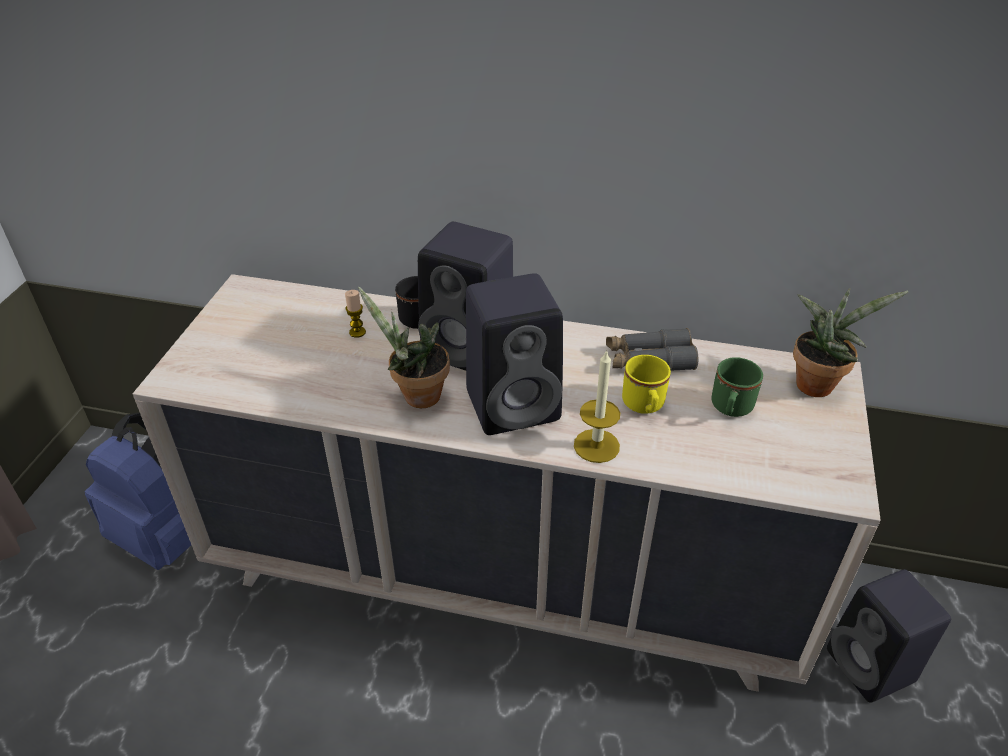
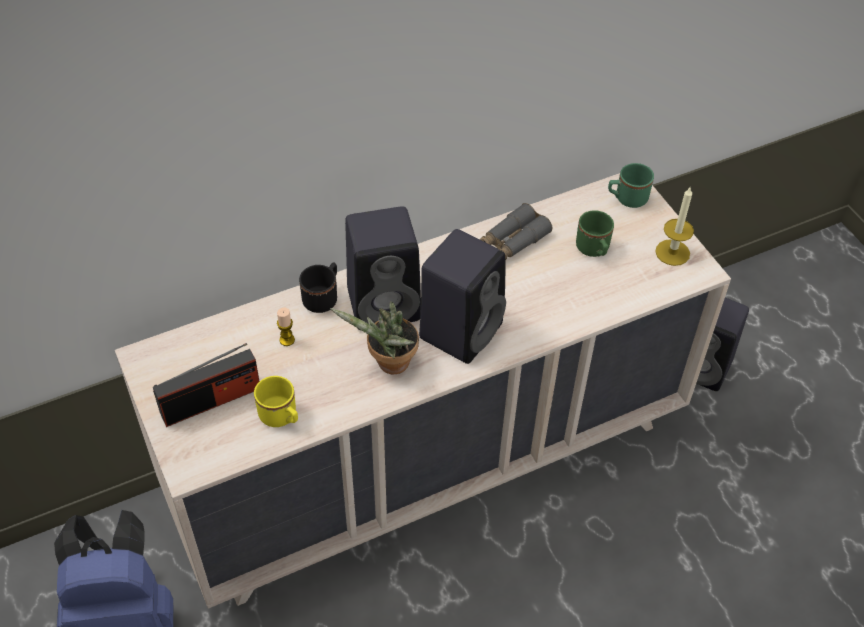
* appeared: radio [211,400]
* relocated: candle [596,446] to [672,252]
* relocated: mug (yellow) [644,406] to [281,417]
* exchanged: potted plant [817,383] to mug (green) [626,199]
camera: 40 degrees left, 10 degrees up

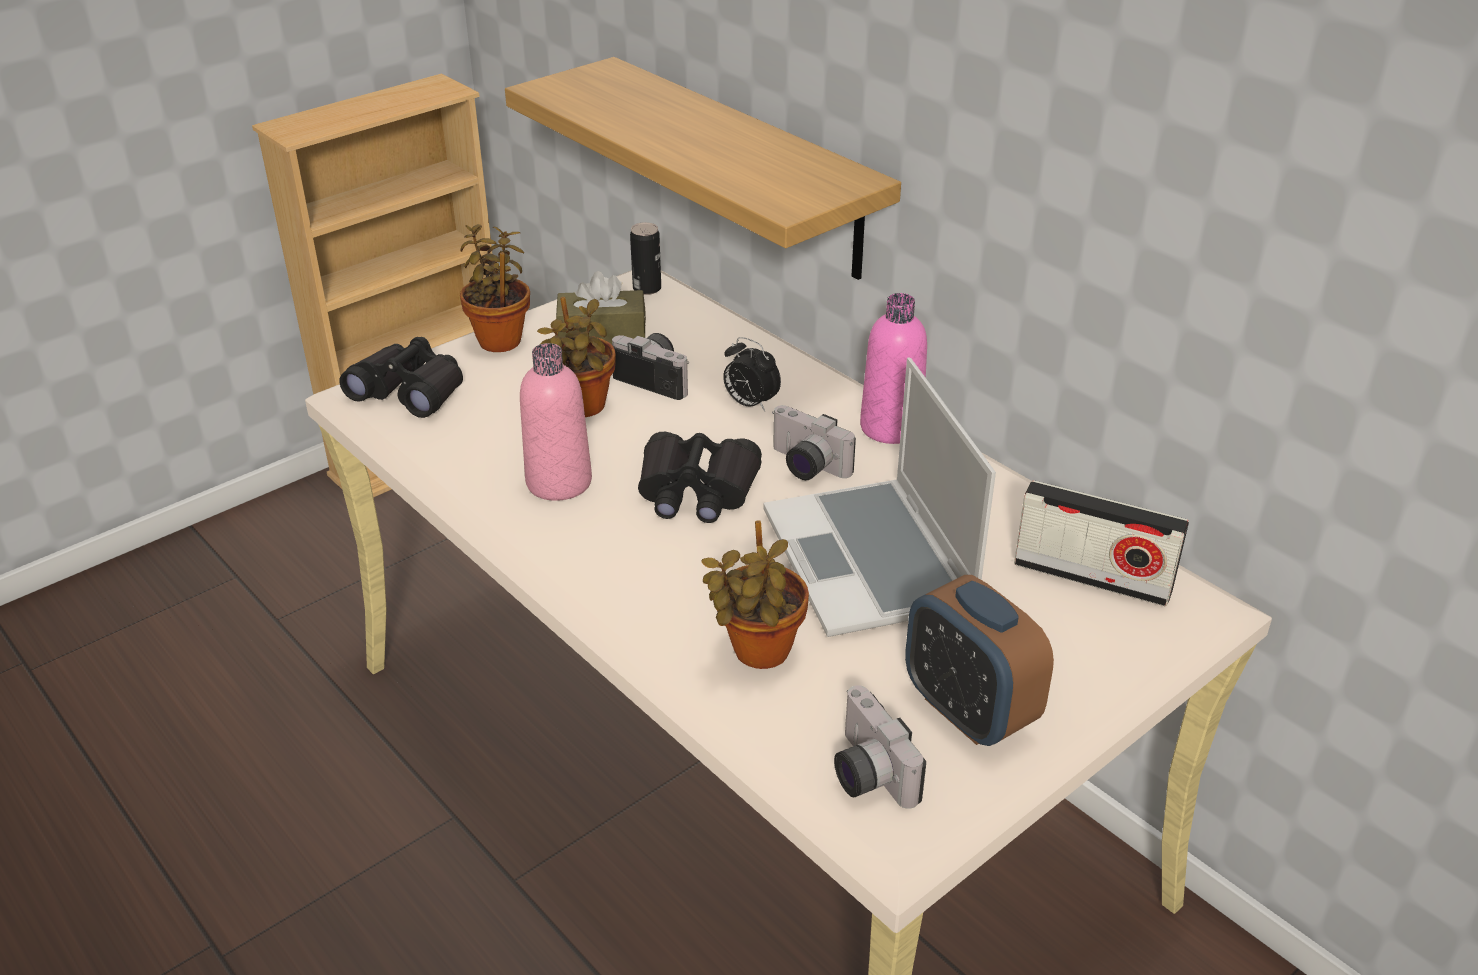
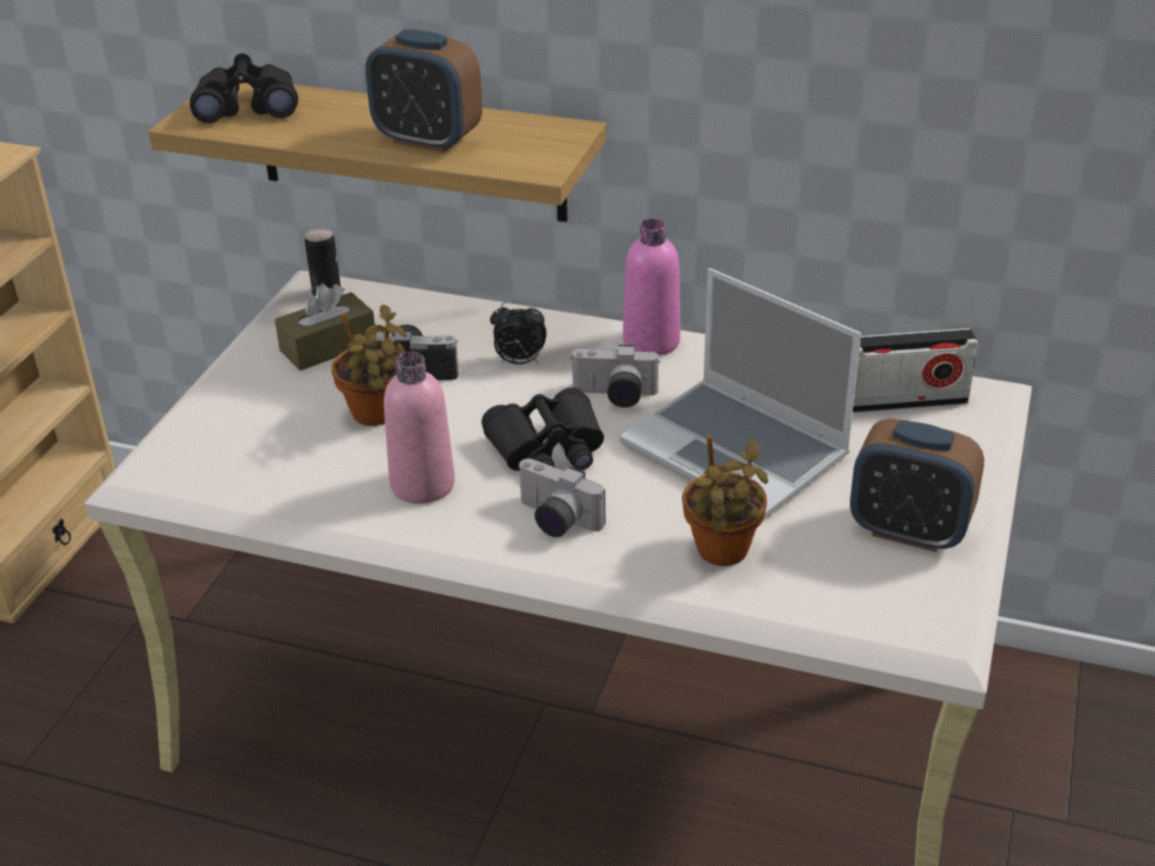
* missing: potted plant [500,339]
* appeared: alarm clock [427,140]
* relocated: binoculars (black) [410,391] to [247,107]
* relocated: photo camera [865,772] to [554,520]
camera: 30 degrees left, 0 degrees up

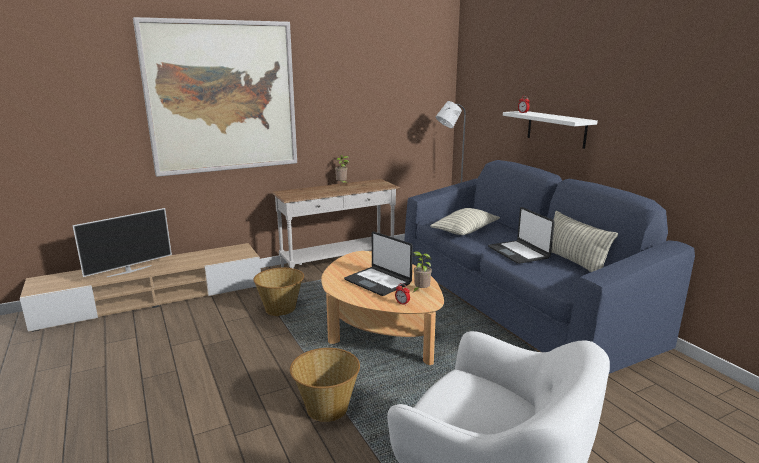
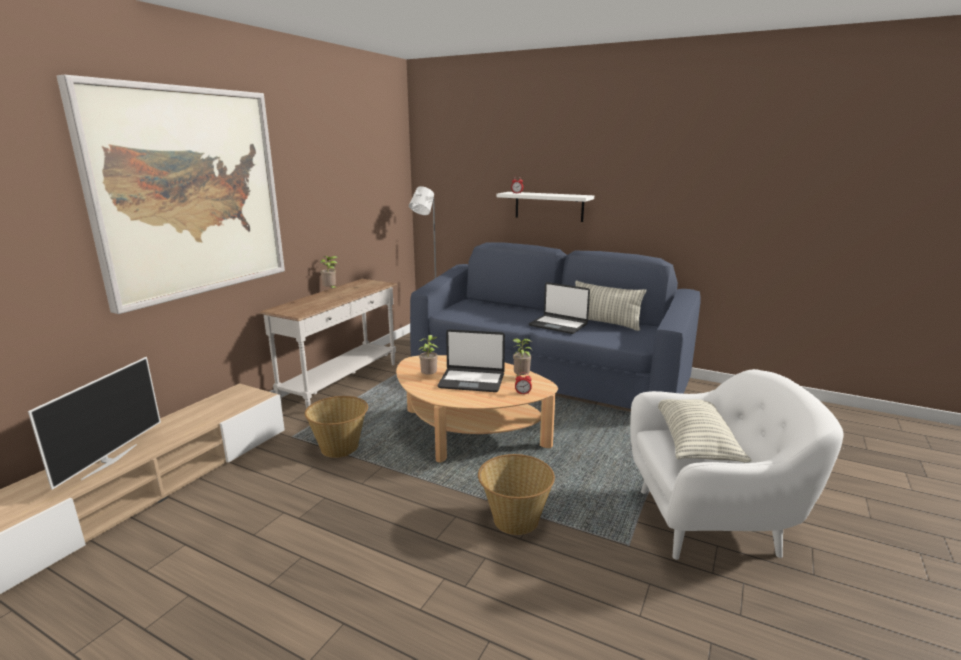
* appeared: potted plant [429,377]
* relocated: pillow [465,231] to [694,443]
camera: 35 degrees left, 0 degrees up

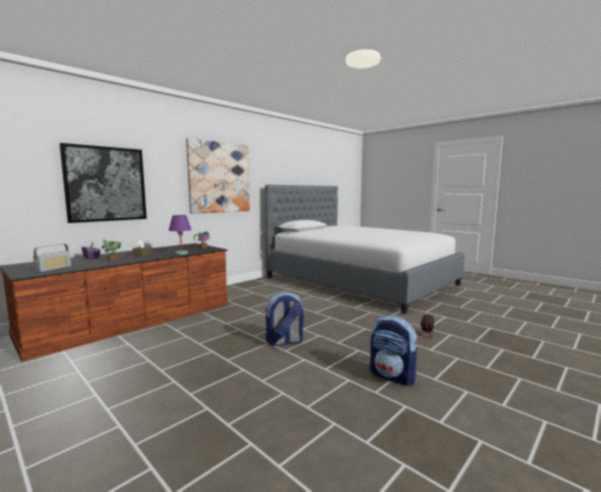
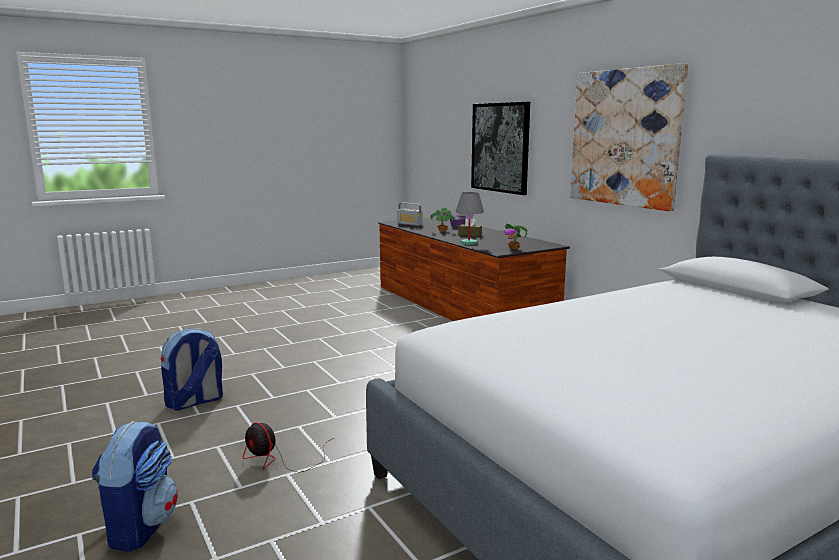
* relocated: backpack [284,342] to [140,527]
* colour: table lamp (purple) [181,253] to table lamp (grey) [469,243]
camera: 105 degrees right, 5 degrees up

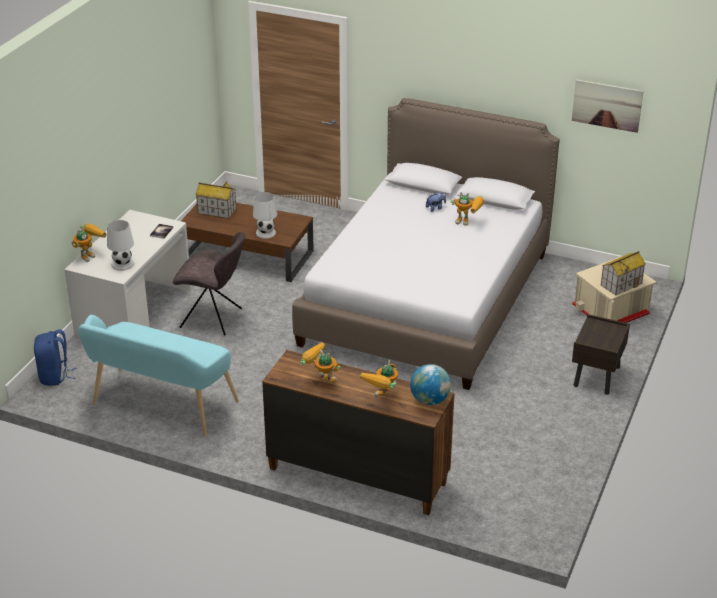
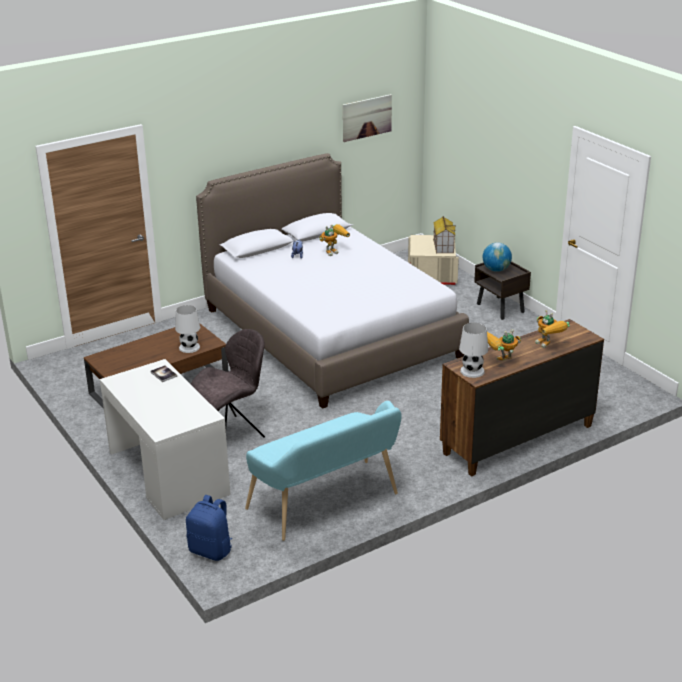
* missing: toy robot [89,254]
* missing: toy house [216,211]
* relocated: table lamp (white) [123,264] to [472,371]
* relocated: globe [430,400] to [496,270]
camera: 55 degrees left, 5 degrees down

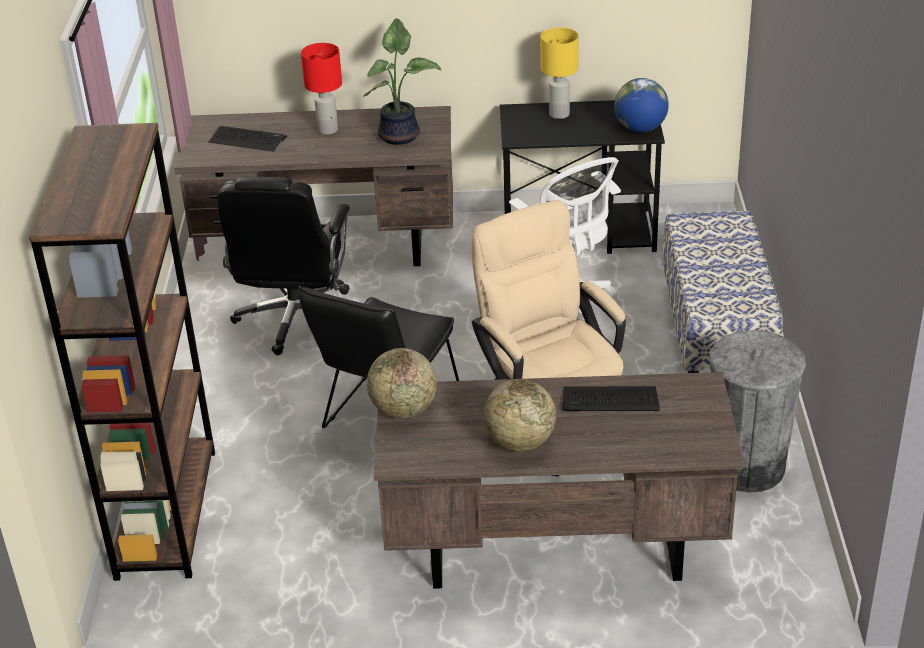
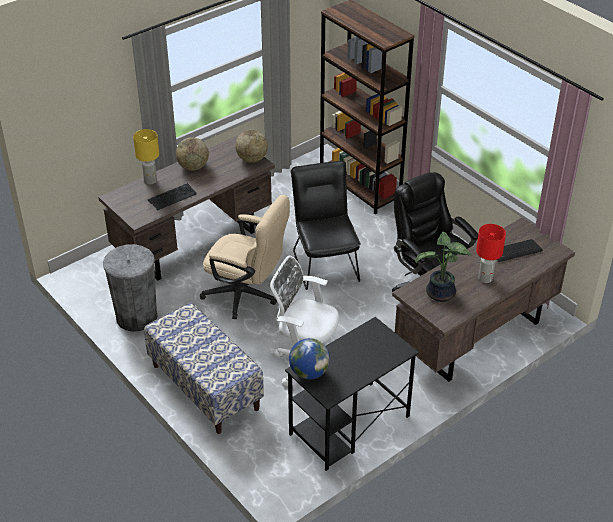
* relocated: table lamp (yellow) [558,114] to [151,180]
camera: 140 degrees right, 5 degrees up

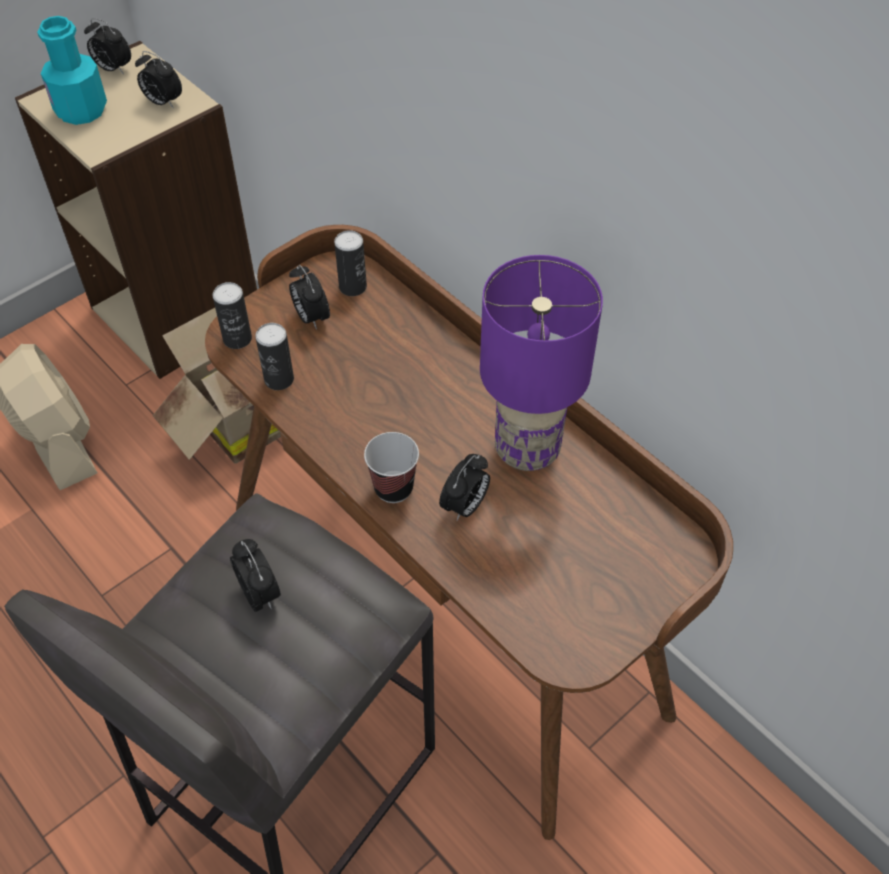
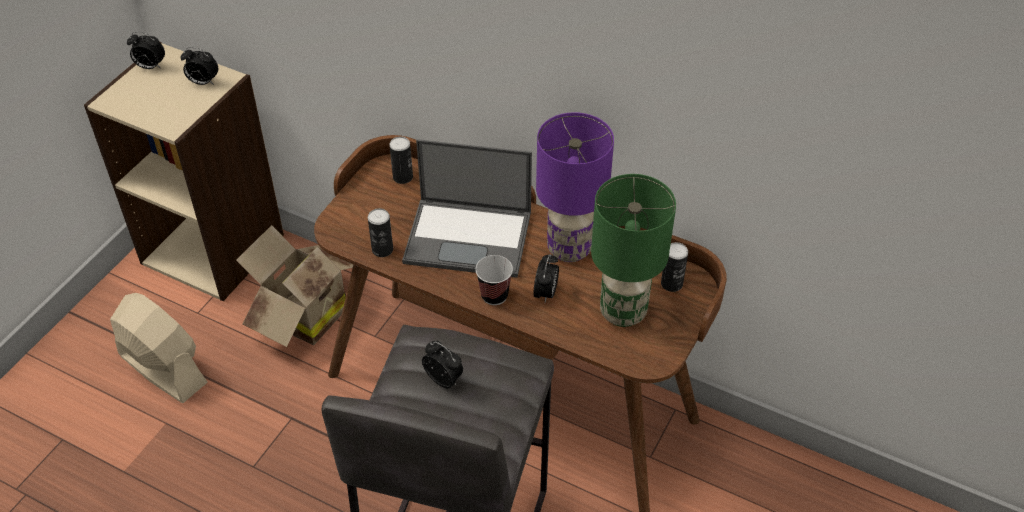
* missing: bottle (turquoise) [81,110]
* missing: alarm clock [311,317]
* appeared: laptop [470,237]
* appeared: table lamp (green) [623,313]
* relocated: can [237,339] to [671,284]
camera: 20 degrees left, 5 degrees down

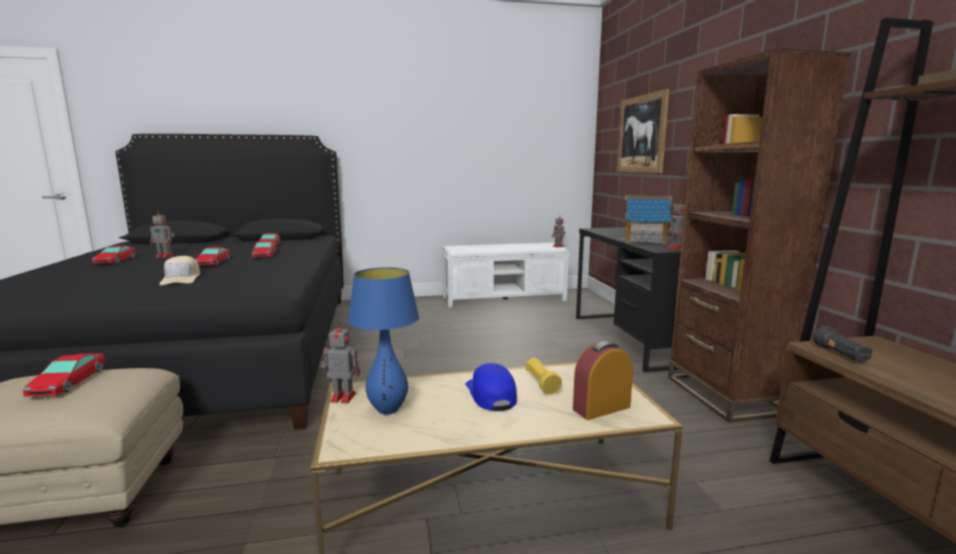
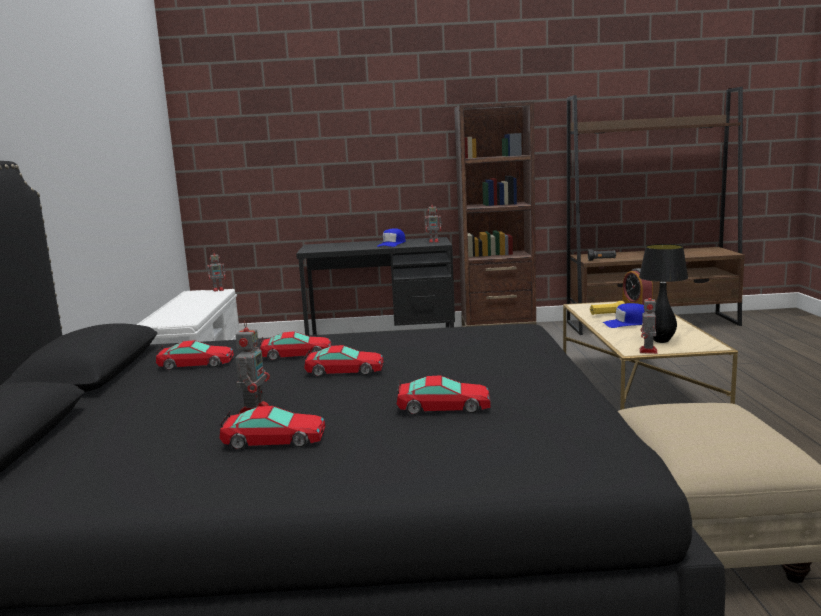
* missing: cap (beige) [181,279]
* missing: picture [641,134]
* relocated: toy car [68,382] to [443,407]
* exchanged: toy house [645,240] to cap (blue) [392,244]
* colour: table lamp (blue) [387,410] to table lamp (black) [661,341]
camera: 80 degrees left, 0 degrees up

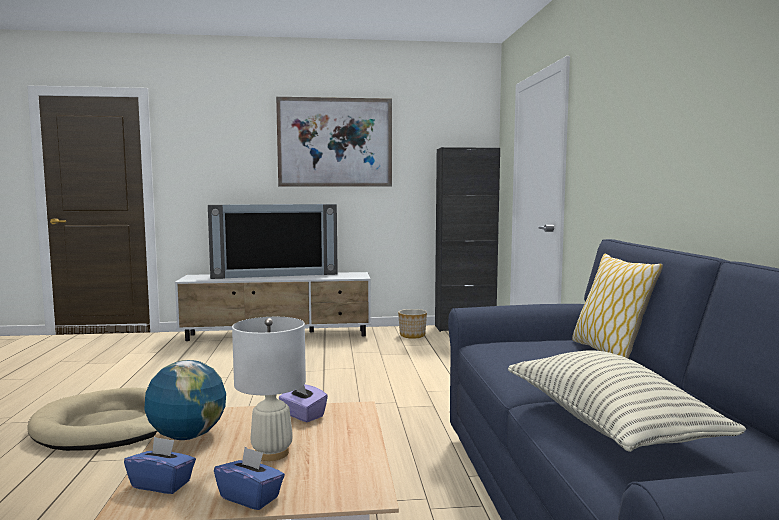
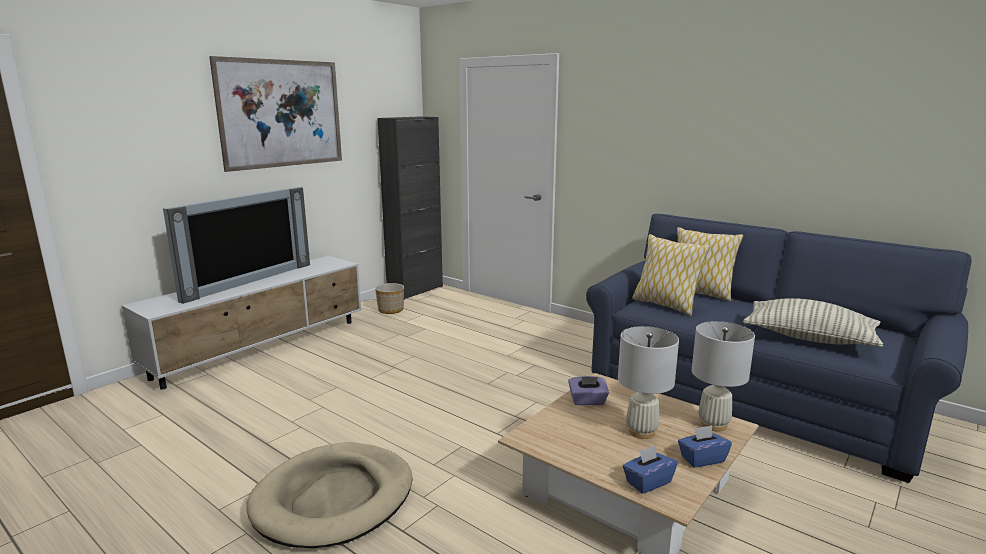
* missing: globe [187,436]
* appeared: pillow [665,305]
* appeared: table lamp (white) [713,424]
camera: 45 degrees left, 10 degrees up

